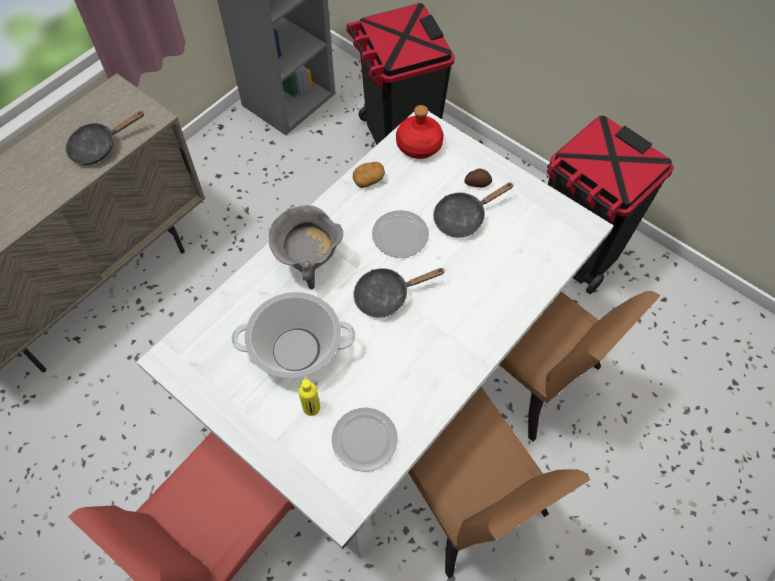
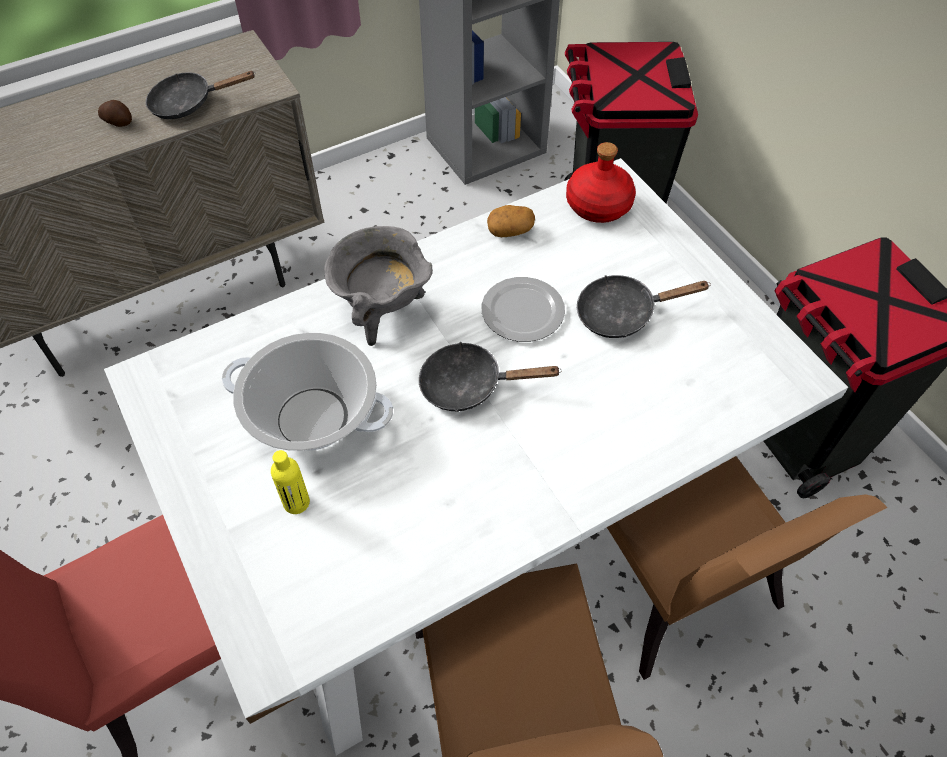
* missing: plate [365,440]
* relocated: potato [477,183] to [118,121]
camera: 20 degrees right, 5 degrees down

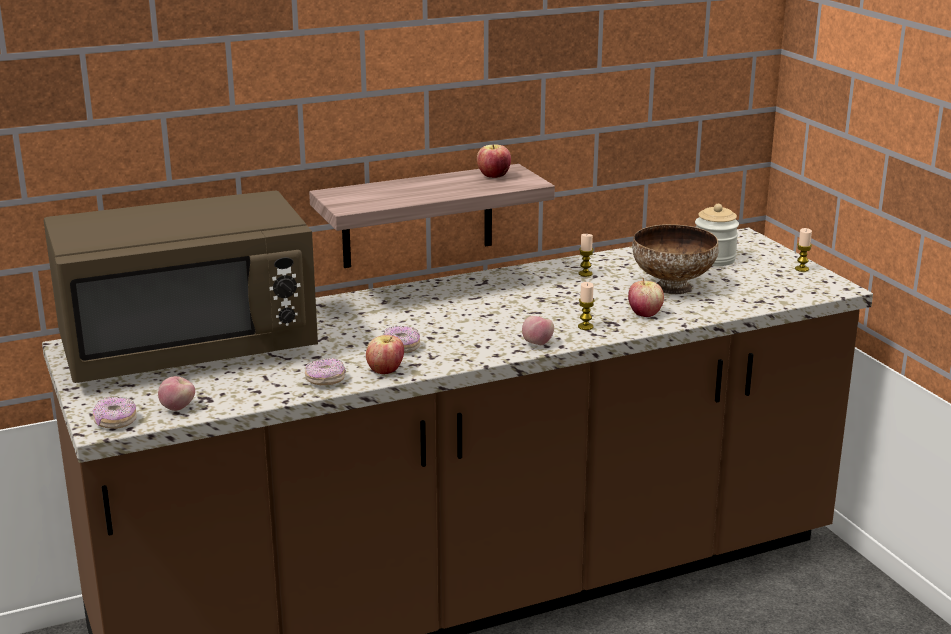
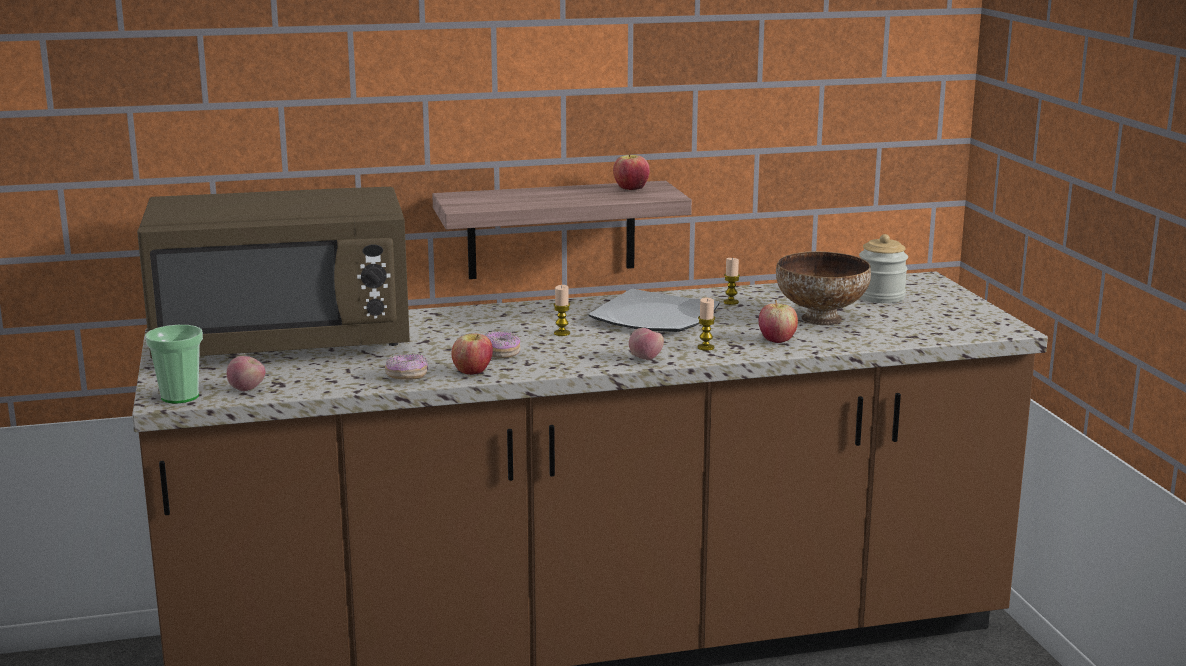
* appeared: plate [653,317]
* relocated: candle [801,269] to [562,333]
* exchanged: donut [115,422] to cup [180,396]
camera: 10 degrees right, 5 degrees down

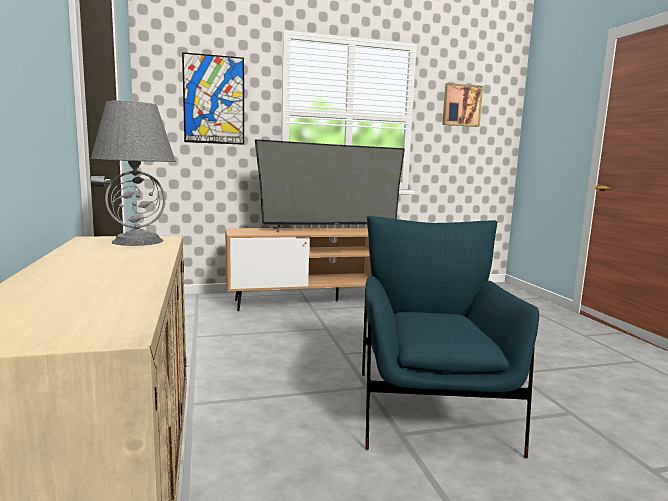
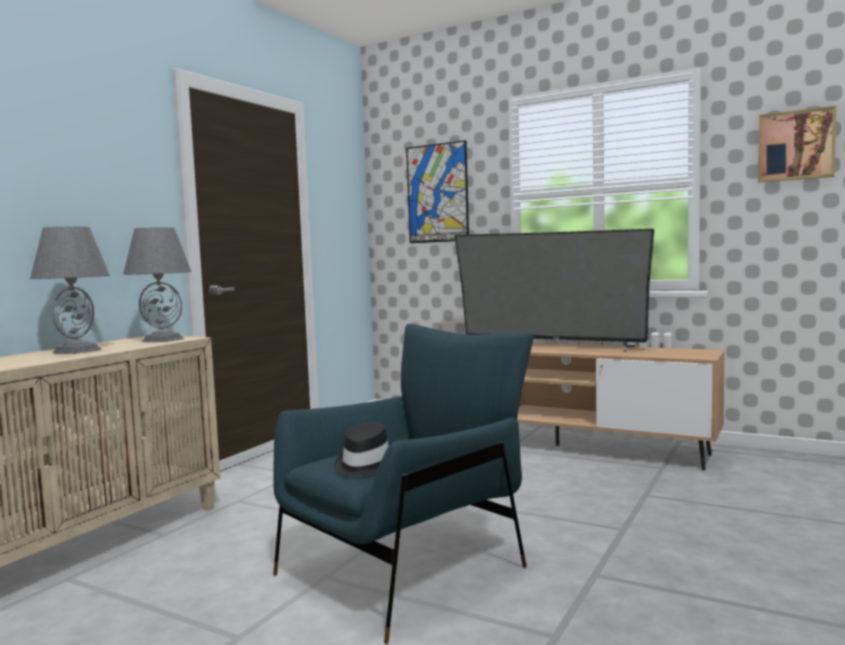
* appeared: table lamp (grey) [77,350]
* appeared: hat (black) [364,464]
camera: 45 degrees right, 5 degrees down

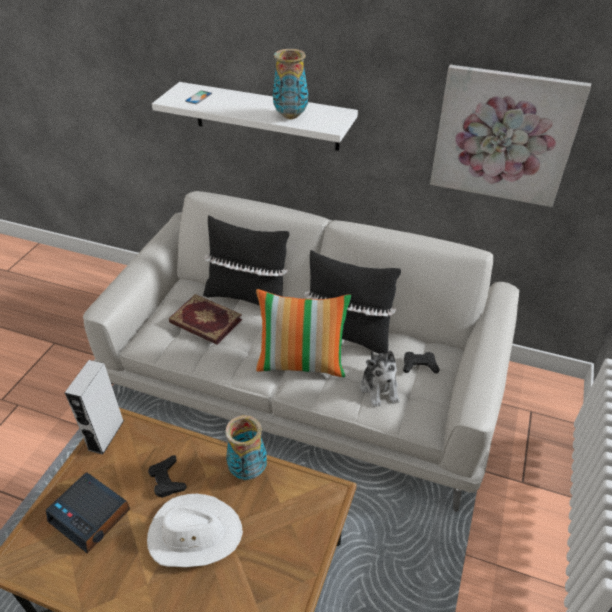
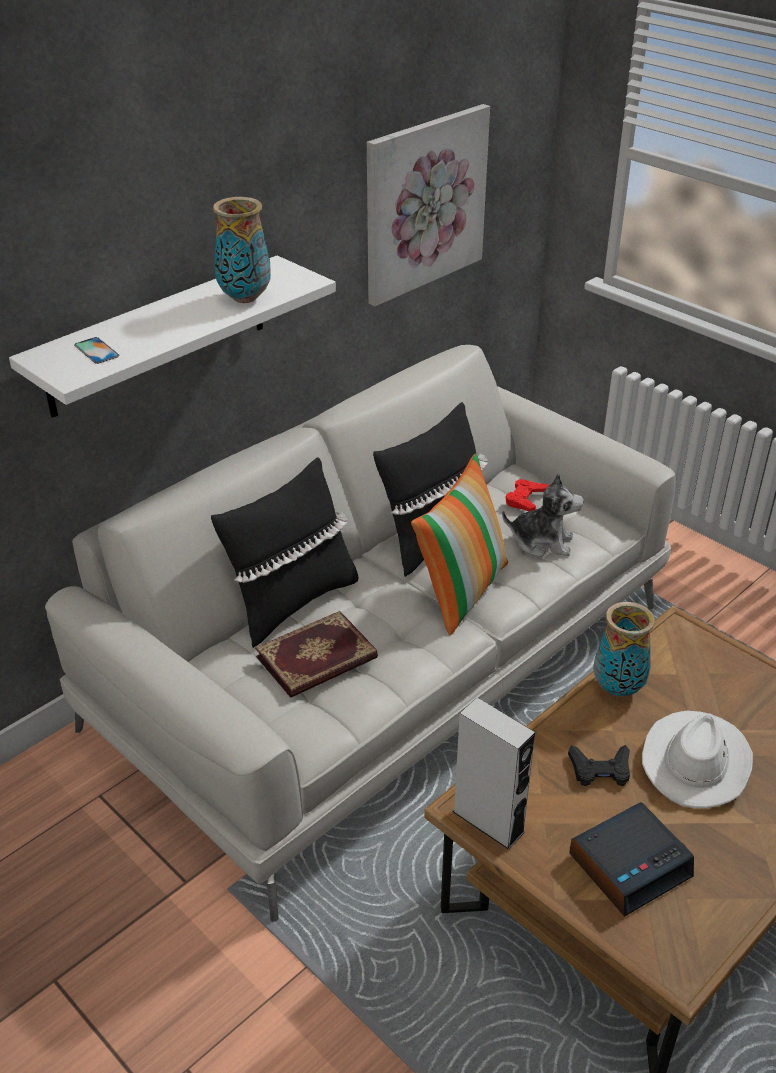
* colour: game controller (black) [419,365] to game controller (red) [526,499]
camera: 65 degrees left, 5 degrees down

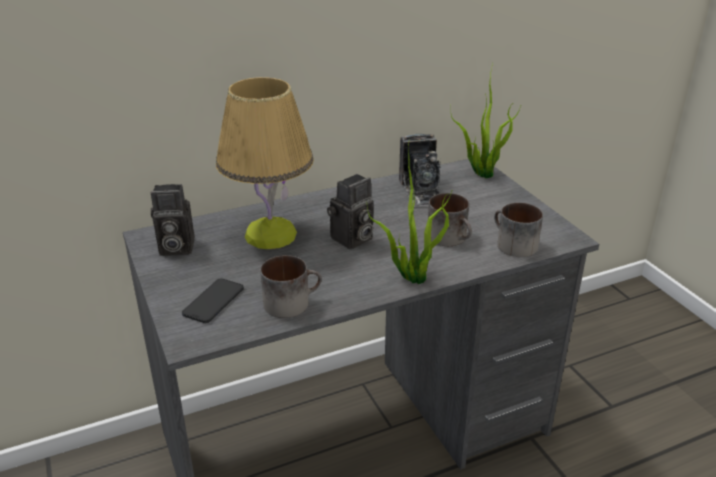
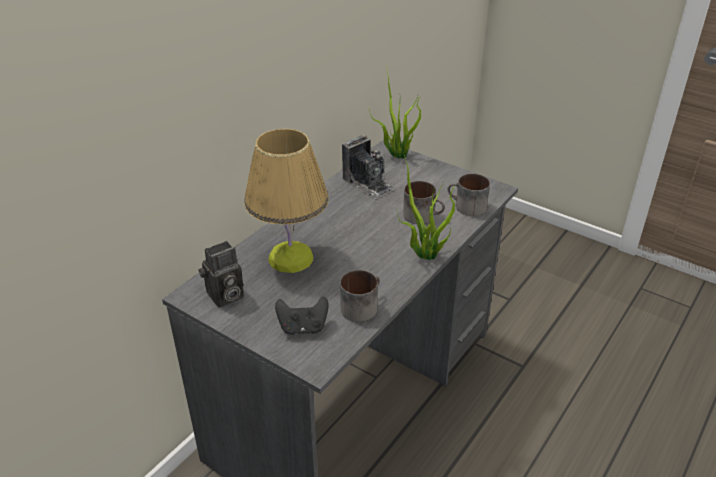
* missing: photo camera [351,240]
* exchanged: phone [213,301] to game controller (black) [303,328]
camera: 30 degrees left, 5 degrees up

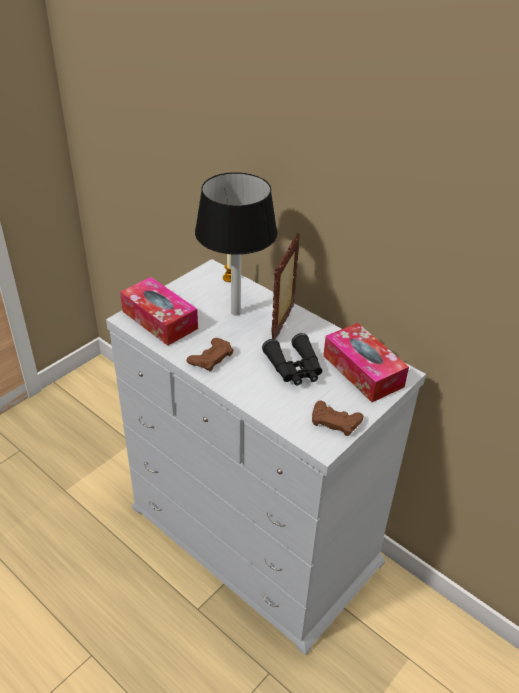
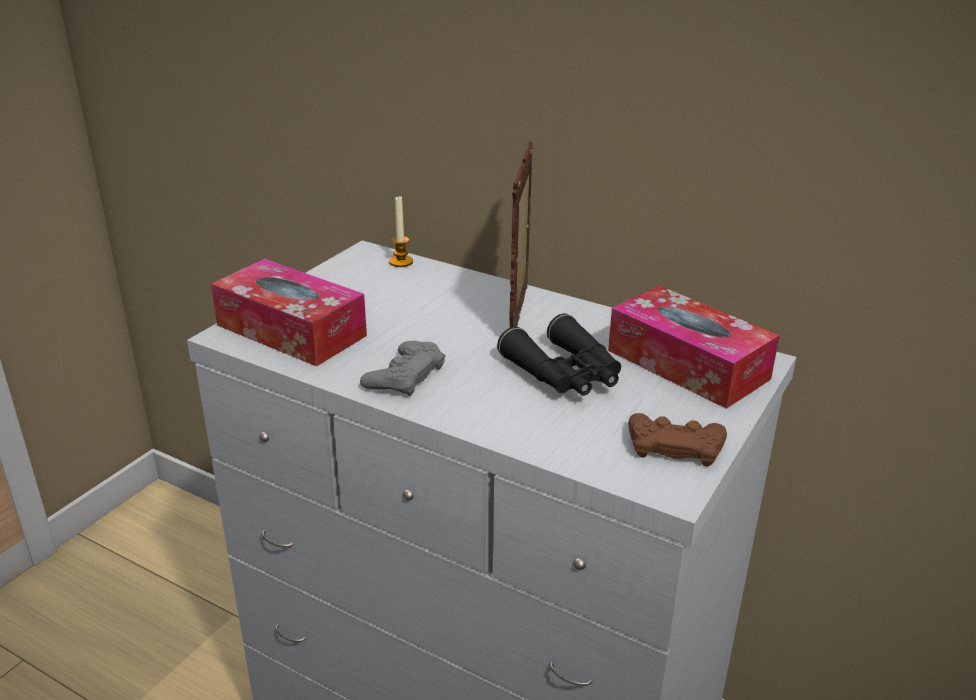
* missing: table lamp (black) [235,312]
* colour: game controller (brown) [211,358] to game controller (grey) [404,376]
camera: 10 degrees left, 10 degrees down

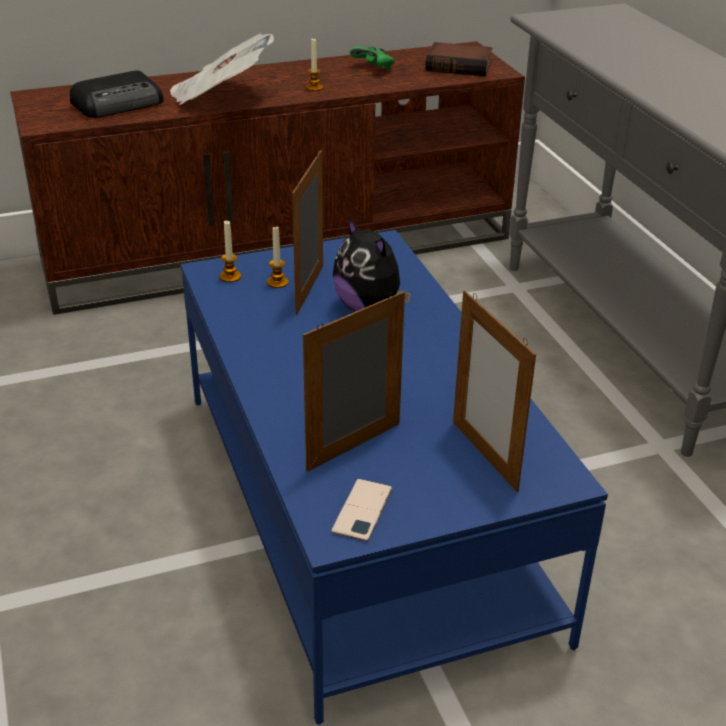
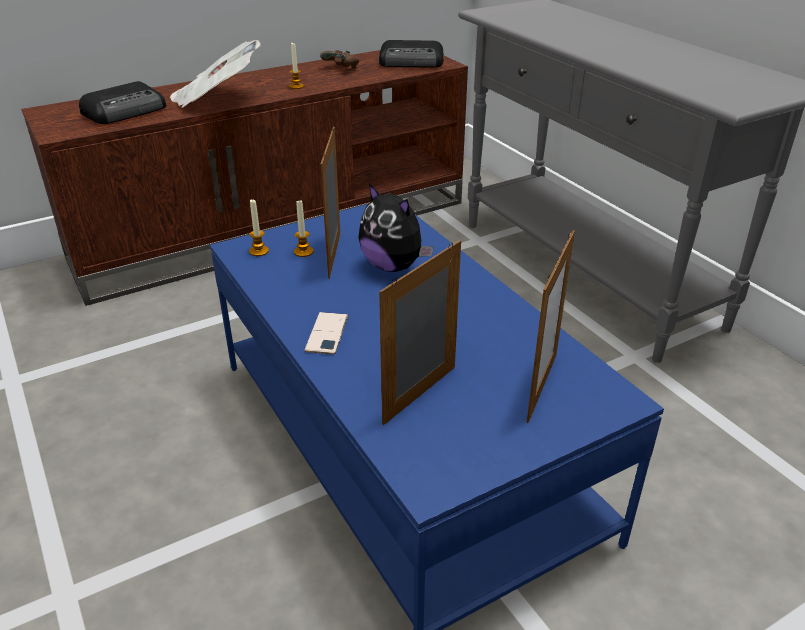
* relocated: phone [362,510] to [327,333]
* exchanged: book [460,66] to radio [412,62]
* colour: game controller (green) [374,68] to game controller (brown) [342,68]
* spun: picture frame [484,455] = [542,387] 120 degrees counterclockwise
camera: 10 degrees left, 0 degrees up

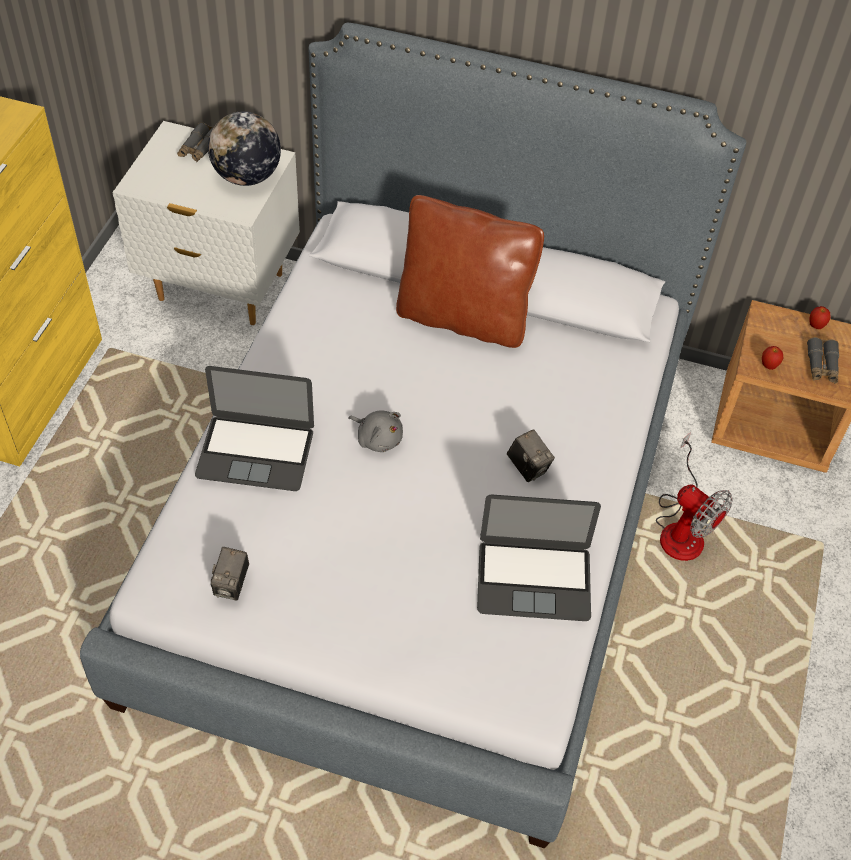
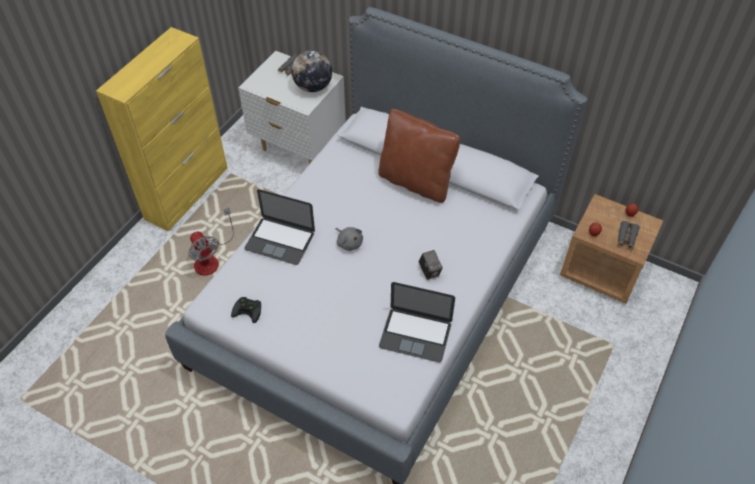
* relocated: fan [681,528] to [211,258]
* exchanged: photo camera [232,585] to game controller (black) [249,310]
camera: 15 degrees right, 0 degrees up

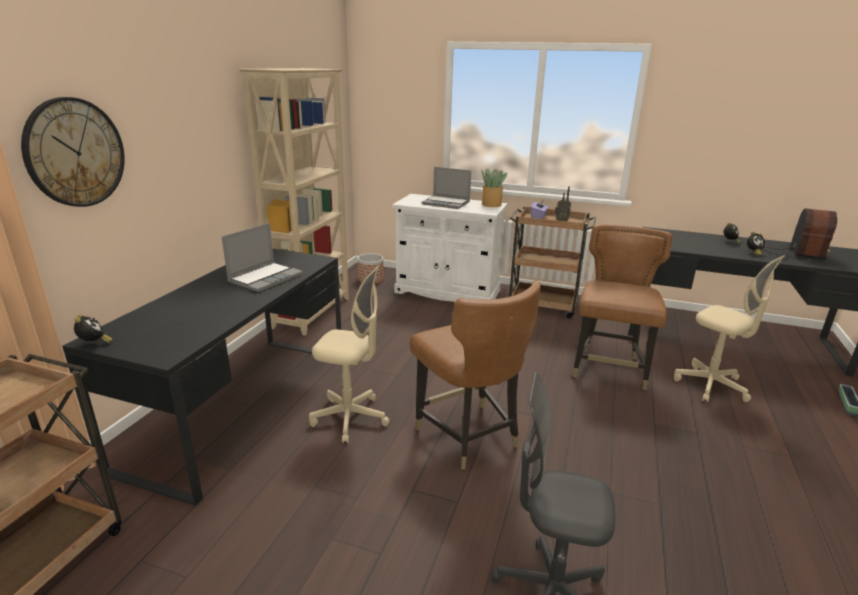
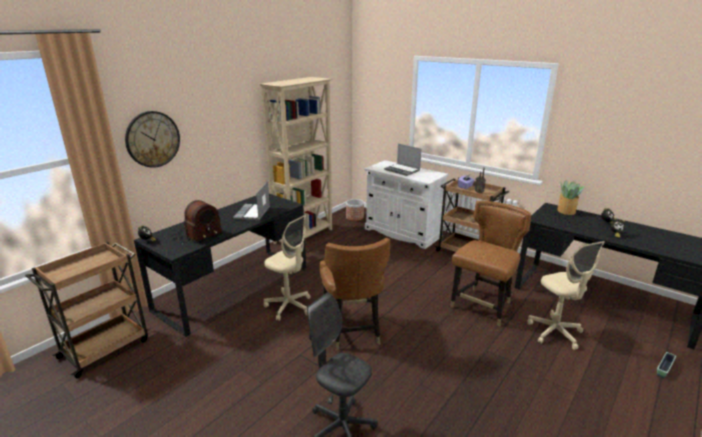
* relocated: potted plant [491,204] to [566,211]
* relocated: radio [796,254] to [196,236]
* spun: laptop [265,278] = [252,213] 135 degrees clockwise
camera: 20 degrees right, 0 degrees up

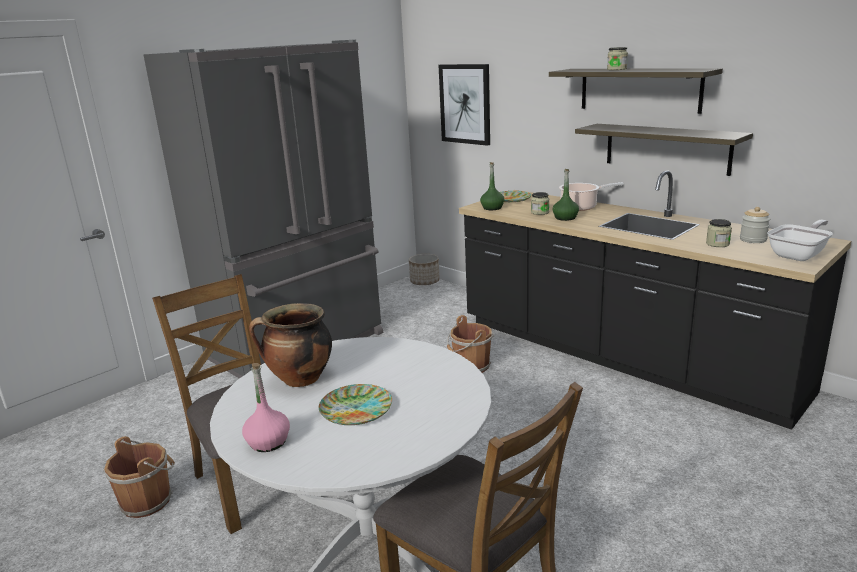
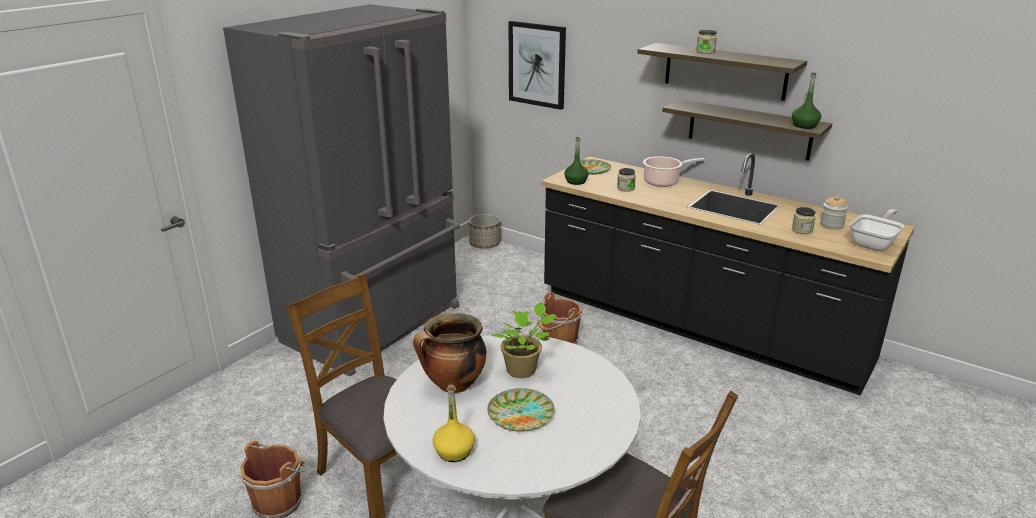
* appeared: potted plant [523,370]
* relocated: bottle (green) [565,218] to [804,126]
* colour: bottle (pink) [268,442] to bottle (yellow) [454,451]
camera: 10 degrees left, 5 degrees up

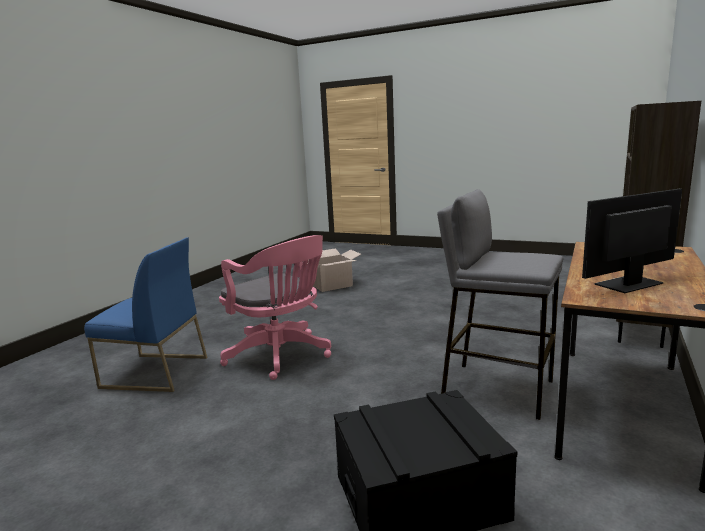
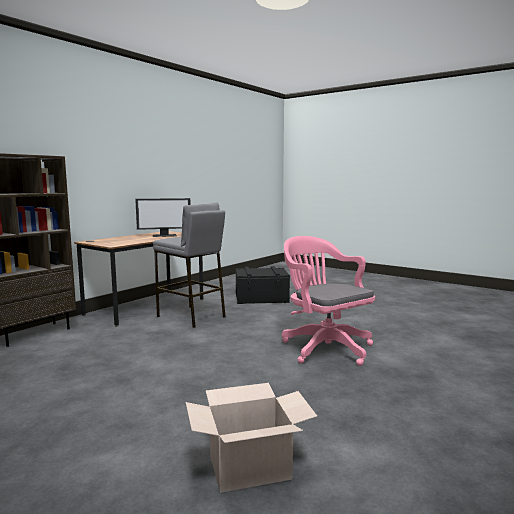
* missing: chair (blue) [154,372]
camera: 170 degrees left, 5 degrees down

